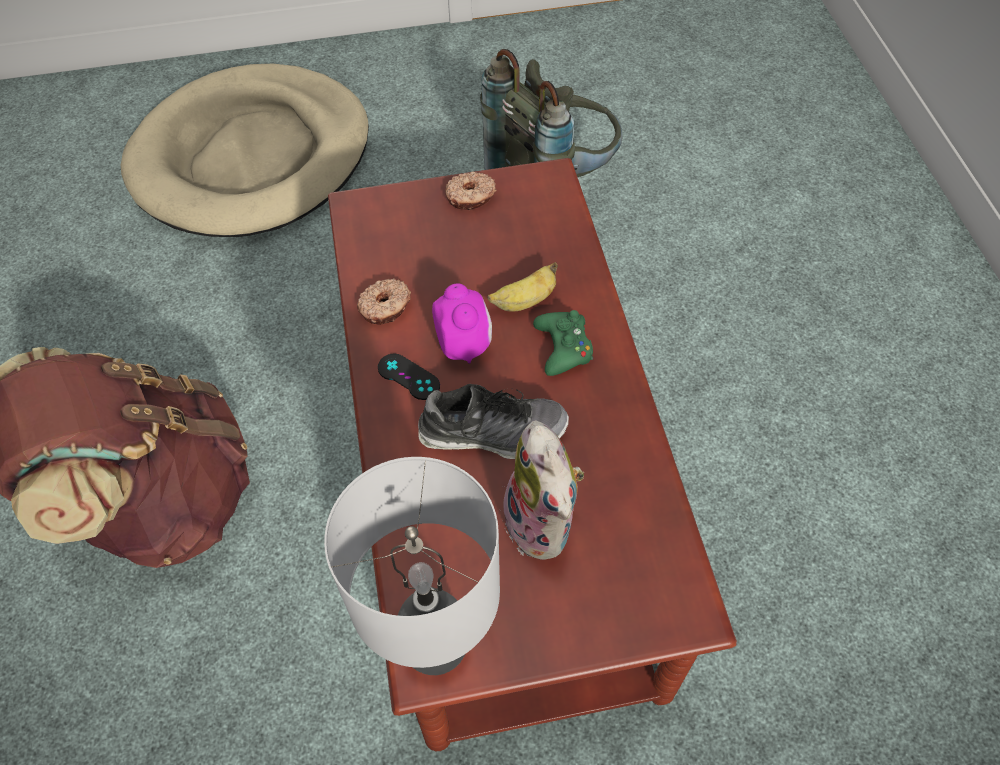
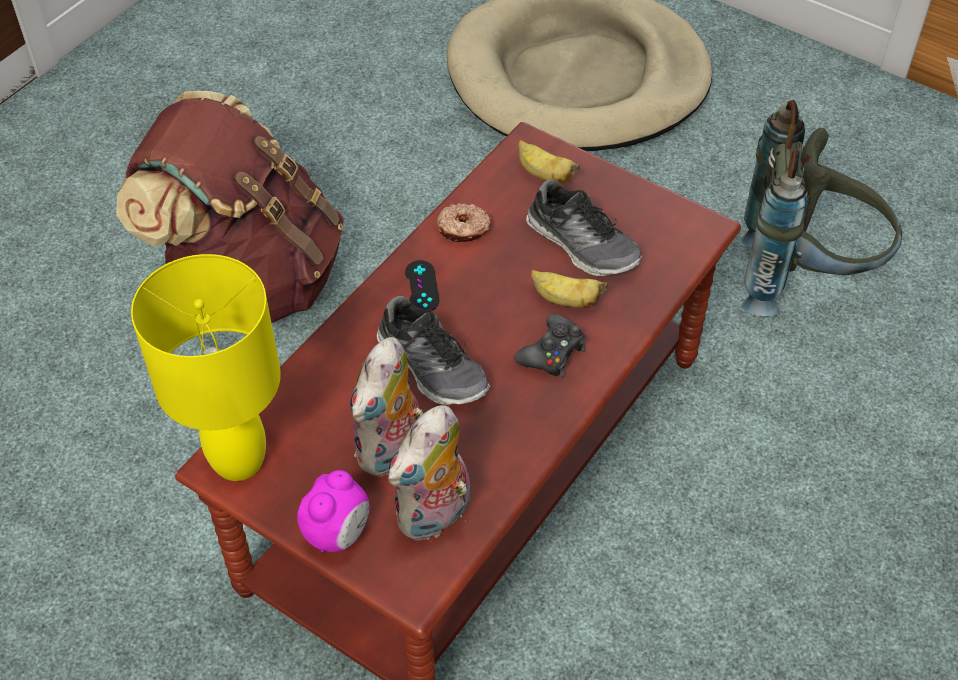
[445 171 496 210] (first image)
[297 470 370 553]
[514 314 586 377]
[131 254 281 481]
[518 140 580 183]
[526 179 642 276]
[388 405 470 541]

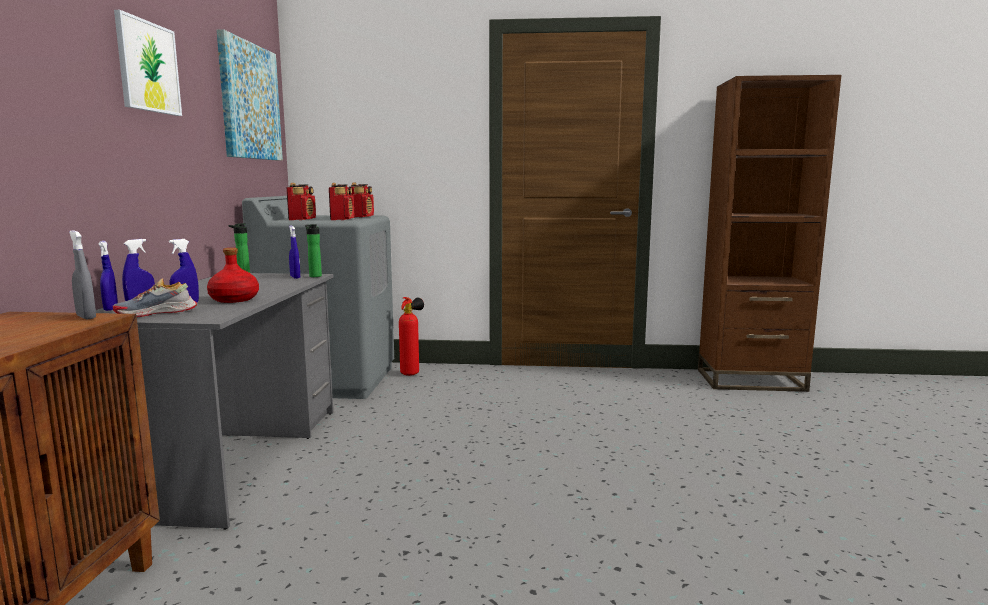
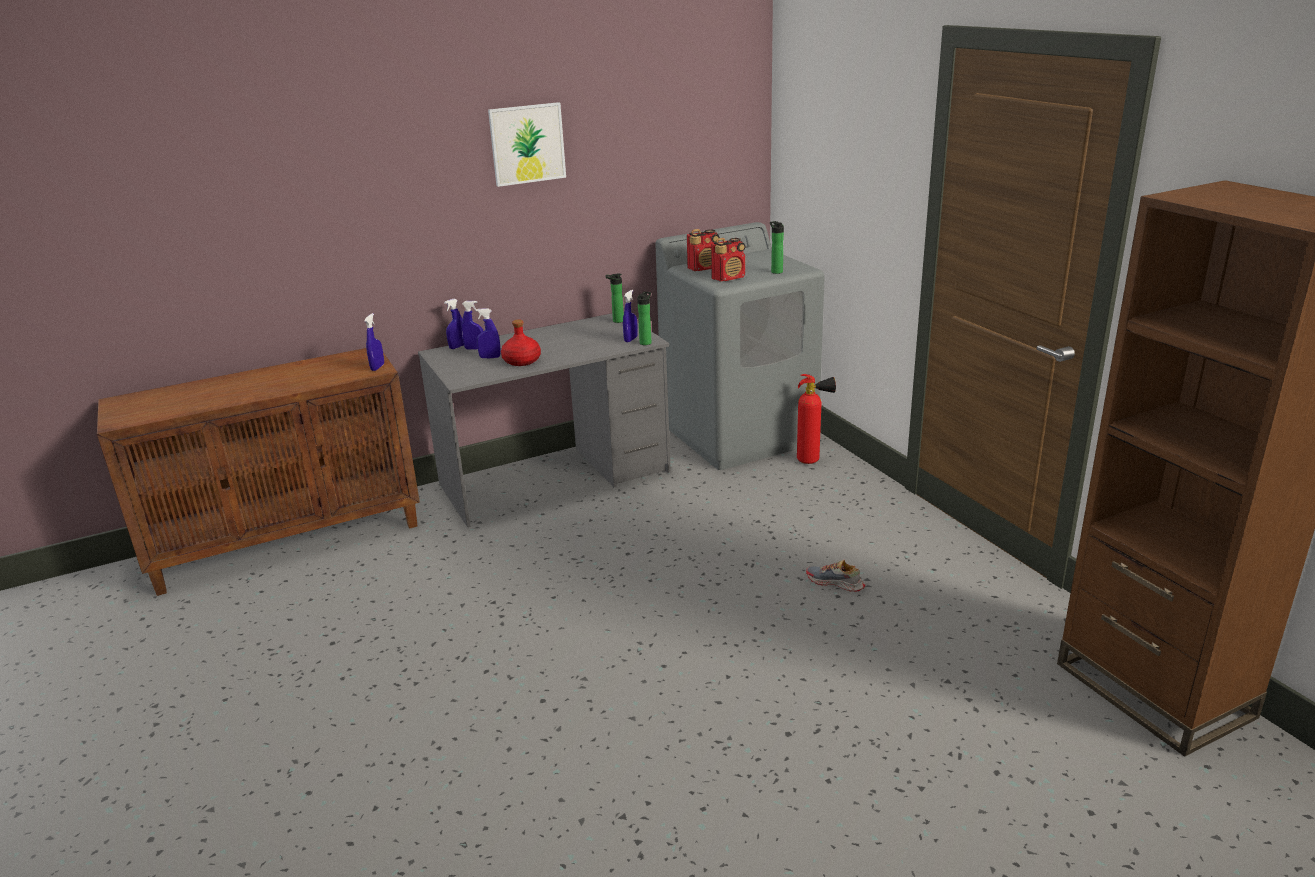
[217 29 283 161] (first image)
[770 221 784 274]
[364 313 384 371]
[806 560 865 592]

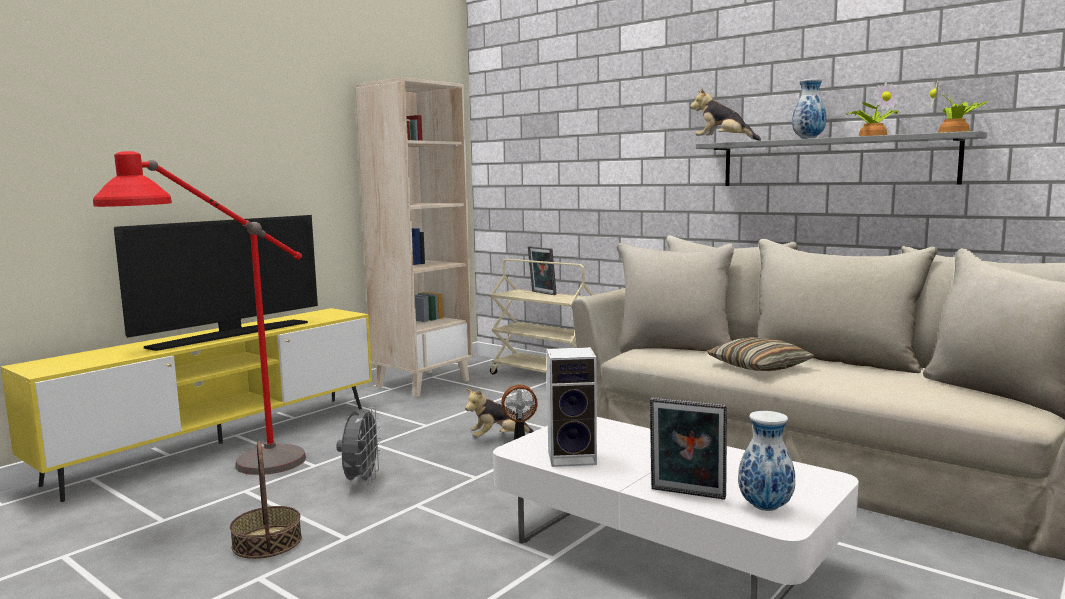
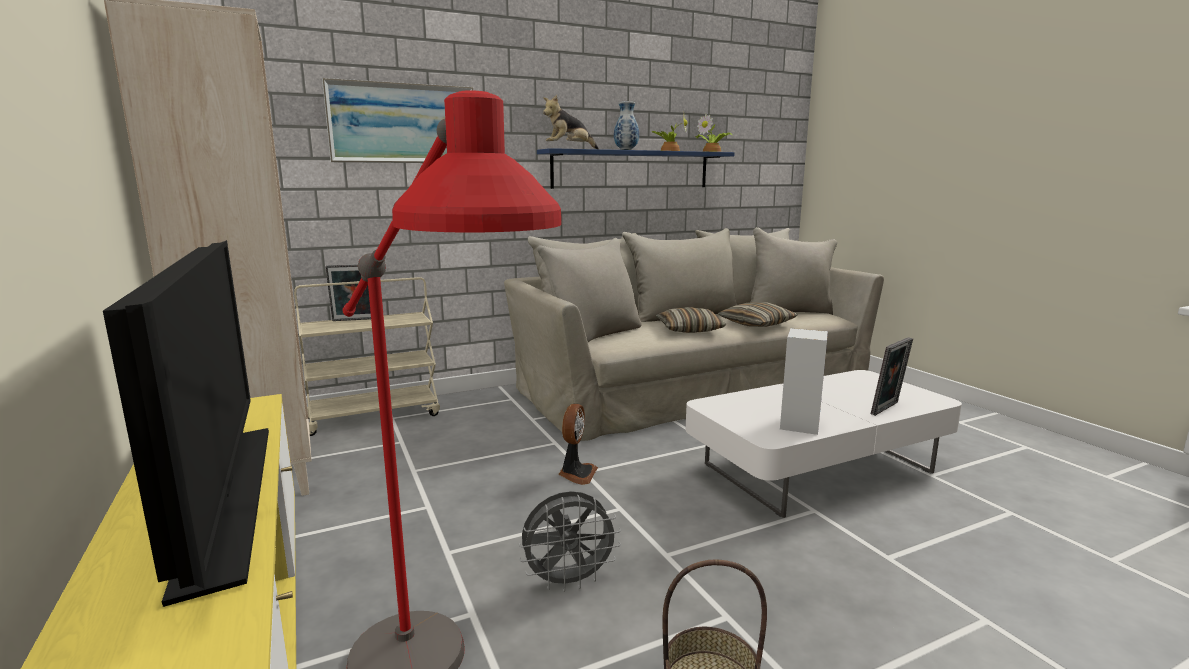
[537 148 734 189]
[465 389 534 438] (first image)
[518 491 621 592]
[738 411 795 511] (first image)
[322 78 473 163]
[718 303 797 327]

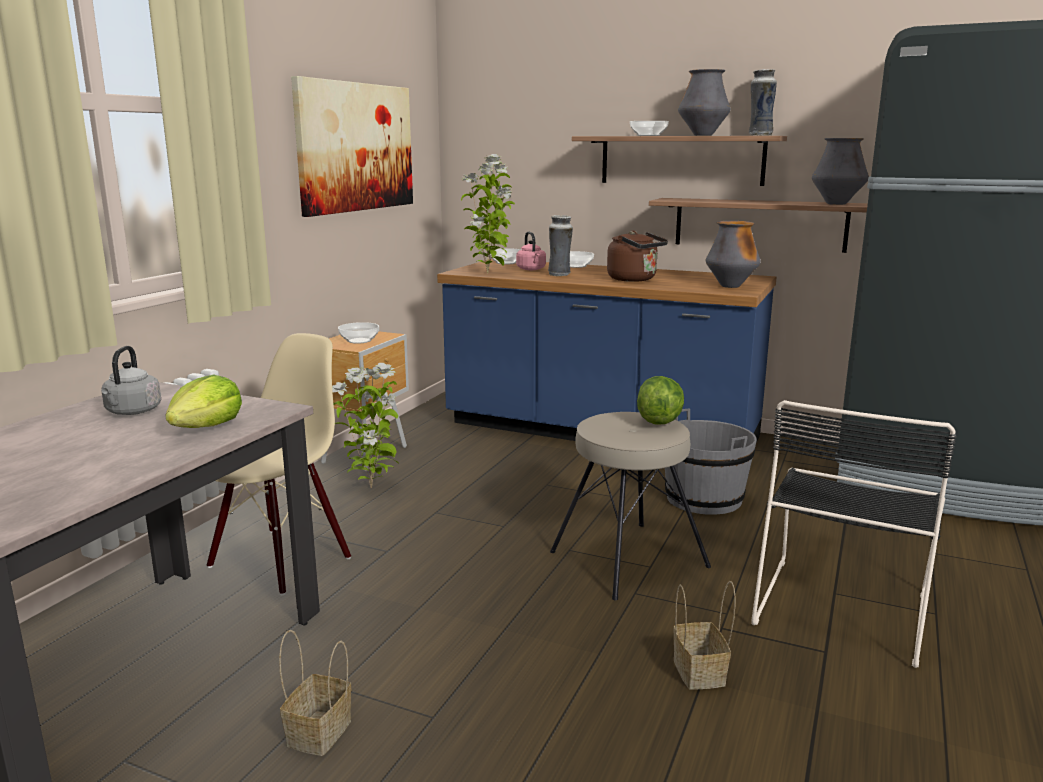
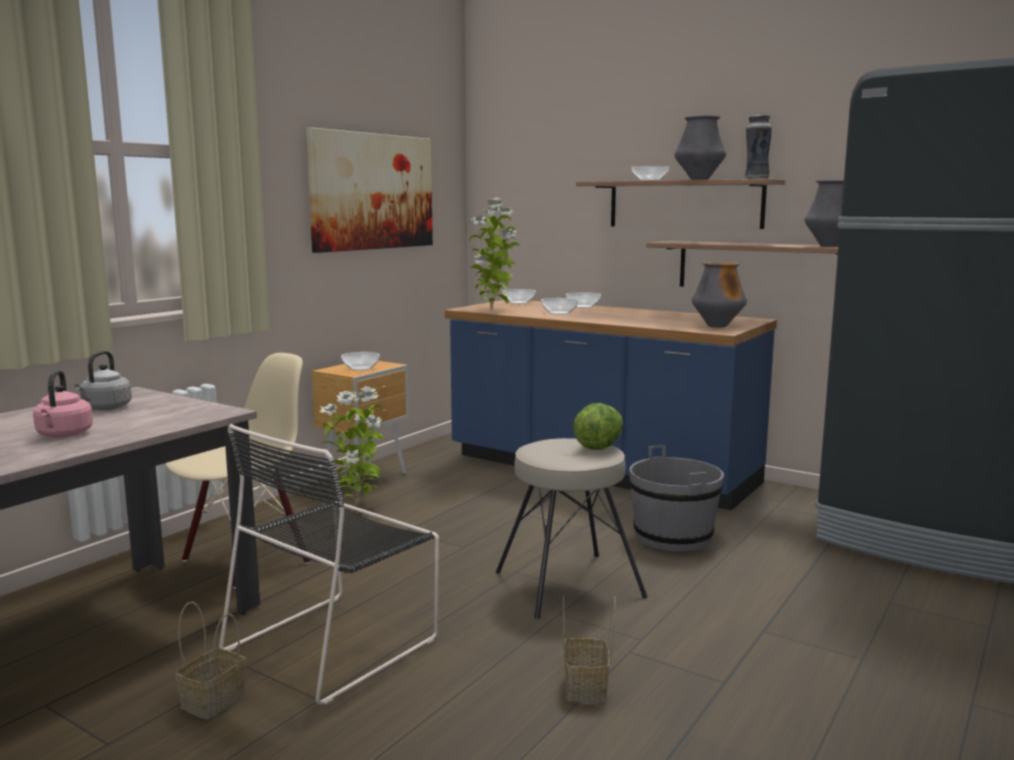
[541 298 578 315]
[607 231 668 282] (first image)
[33 370 93 438]
[165 374 242 428] (first image)
[219 424 439 705]

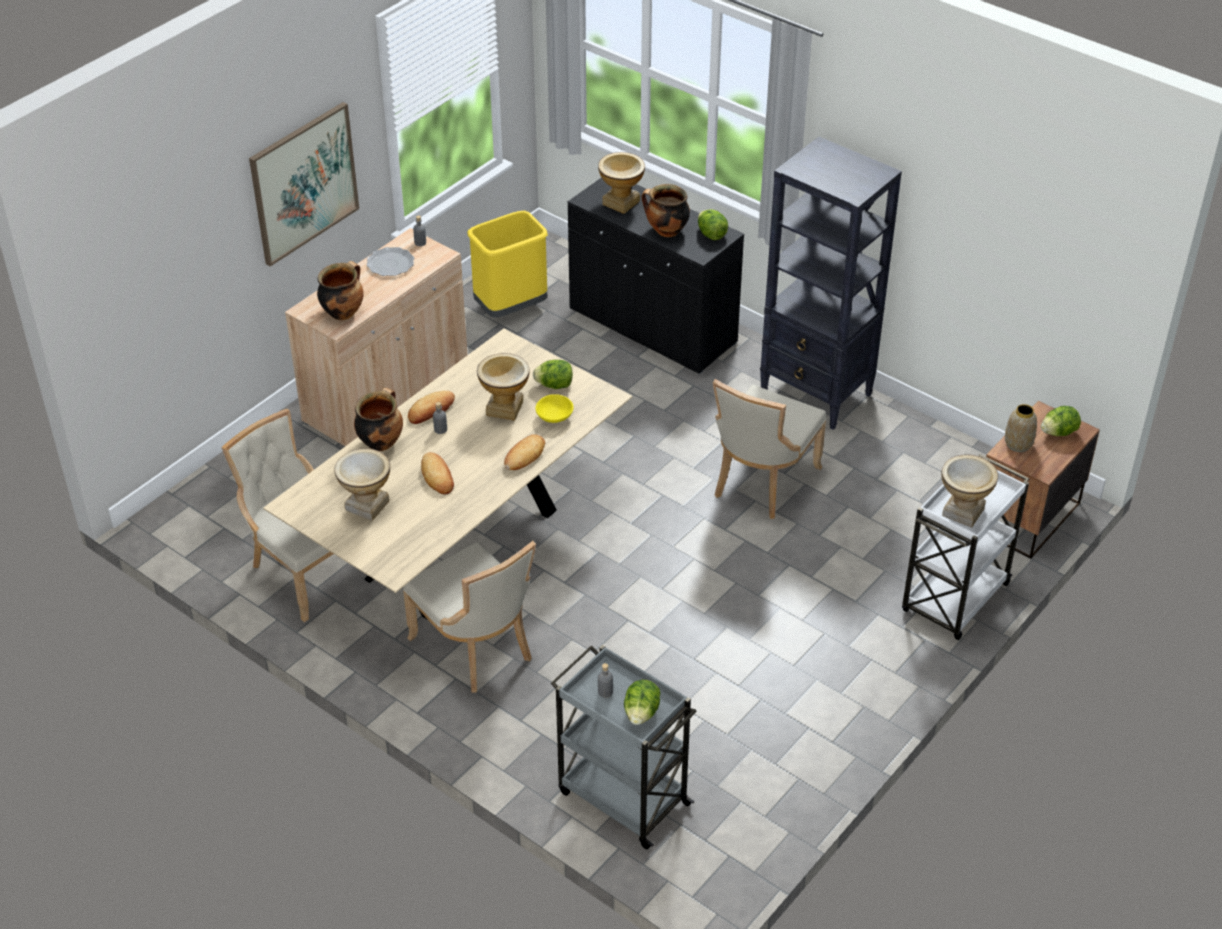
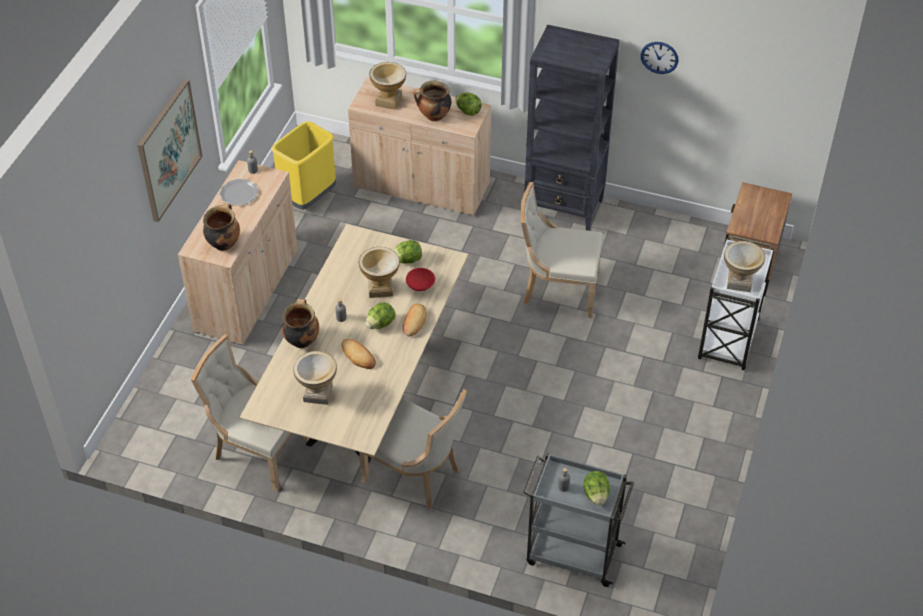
[348 77 491 216]
[521 182 603 318]
[408 391 455 424] (first image)
[406 268 435 291]
[1005 404 1037 452] (first image)
[366 302 396 329]
[641 42 679 74]

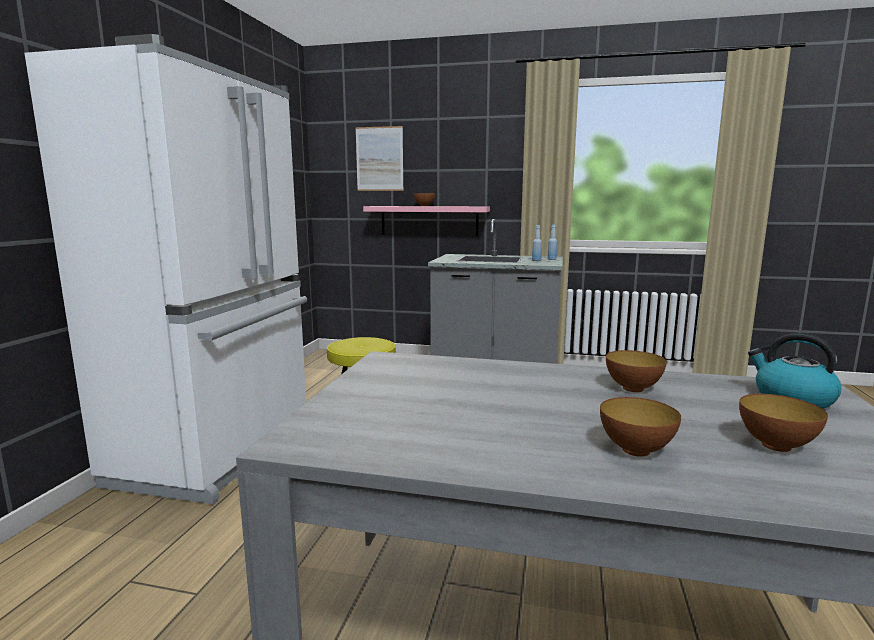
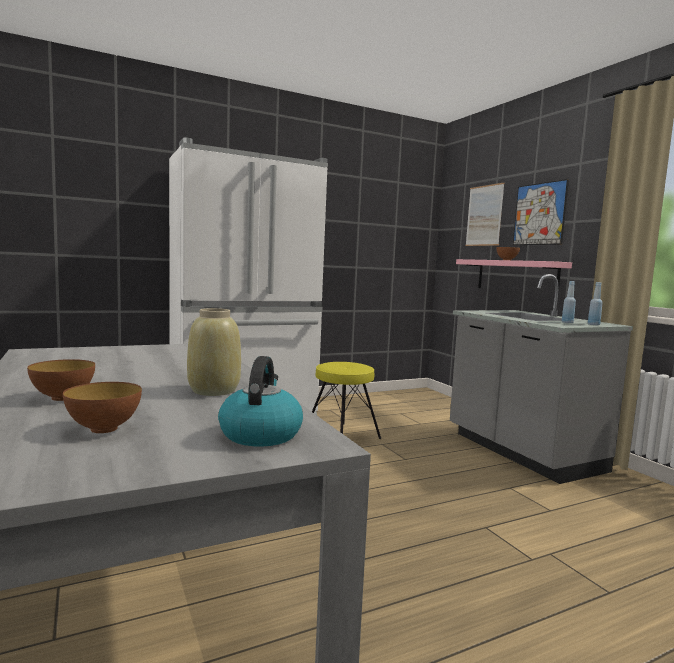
[187 308 241 396]
[513 179 569 245]

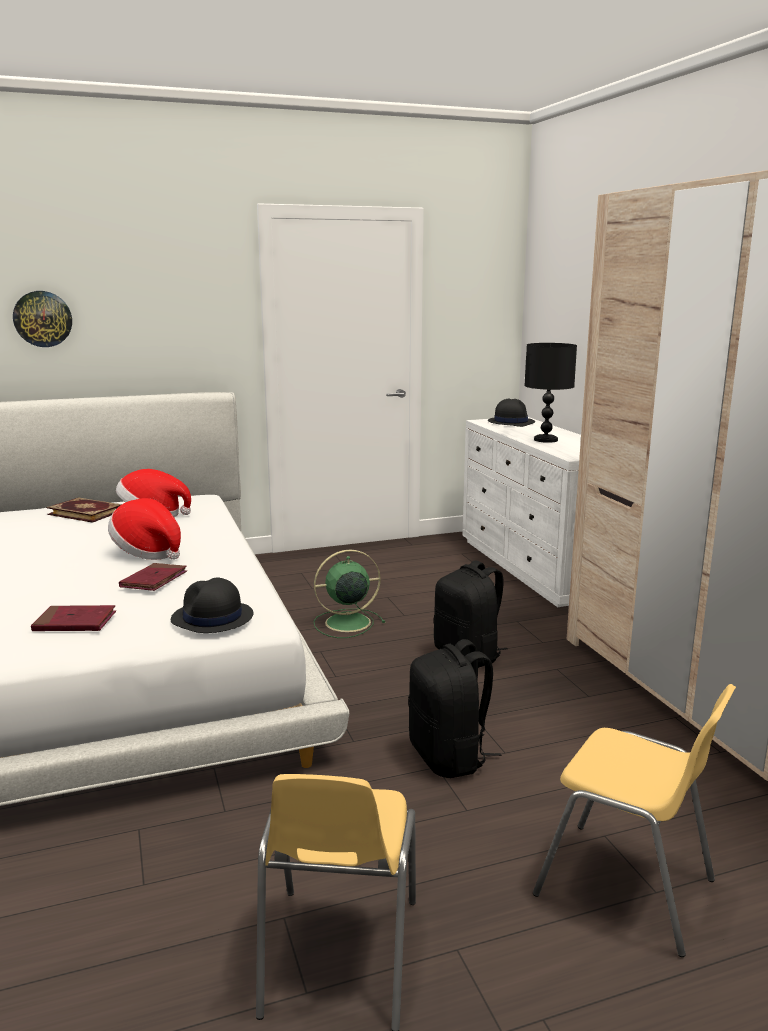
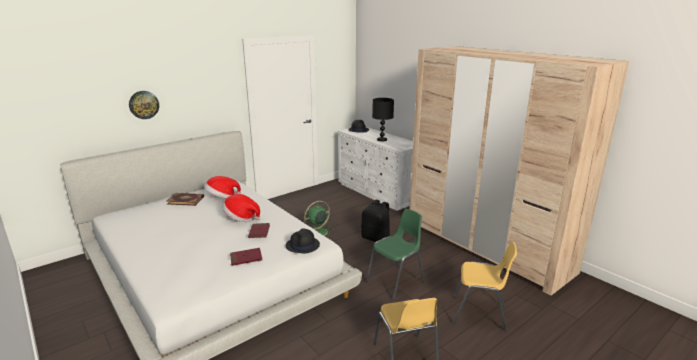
[366 209 424 300]

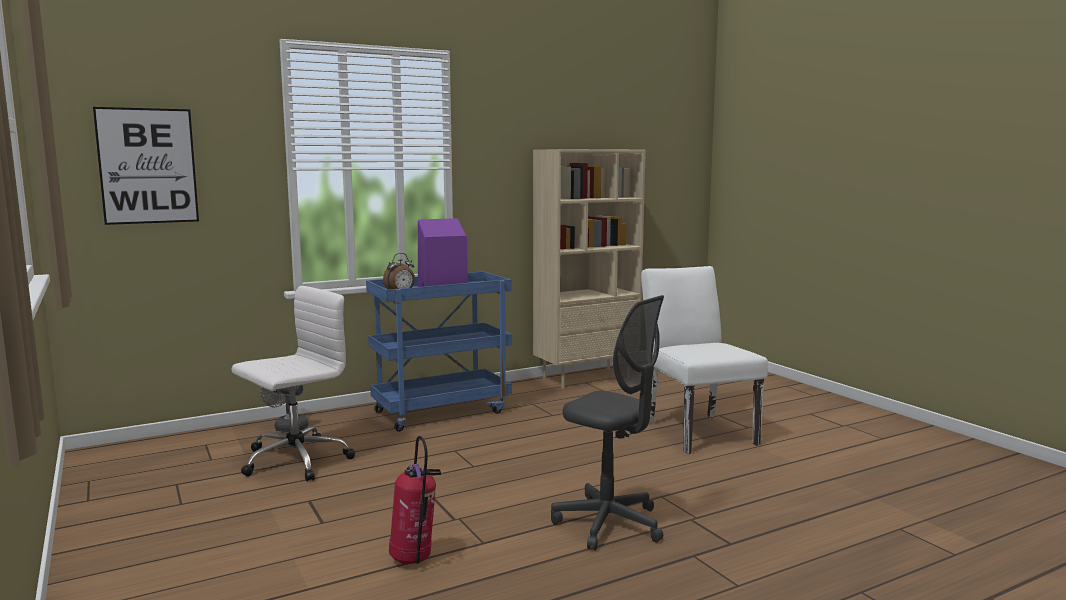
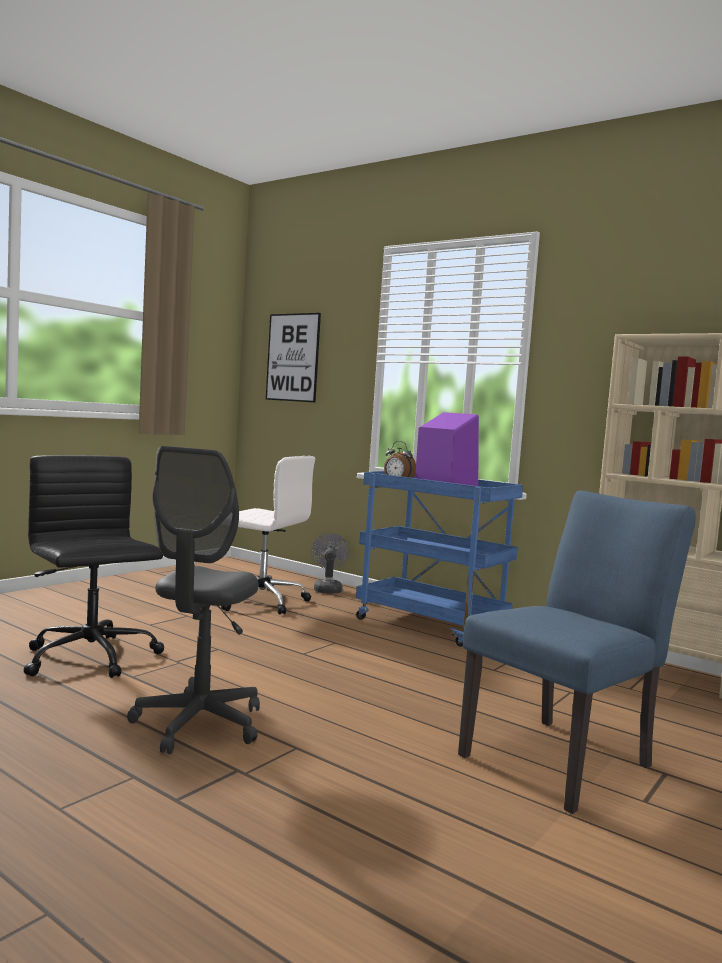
[458 491 696 814]
[24 455 164 678]

